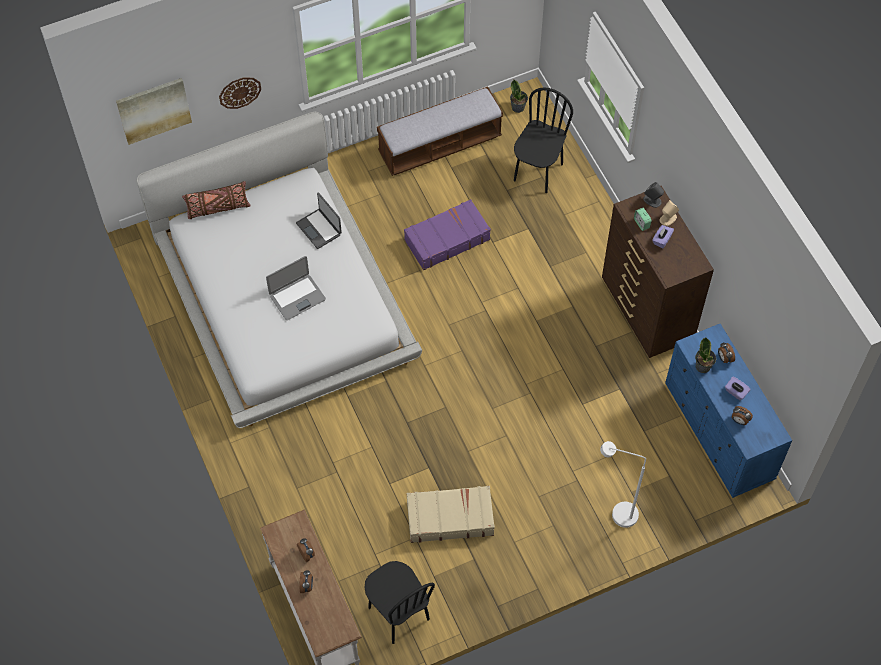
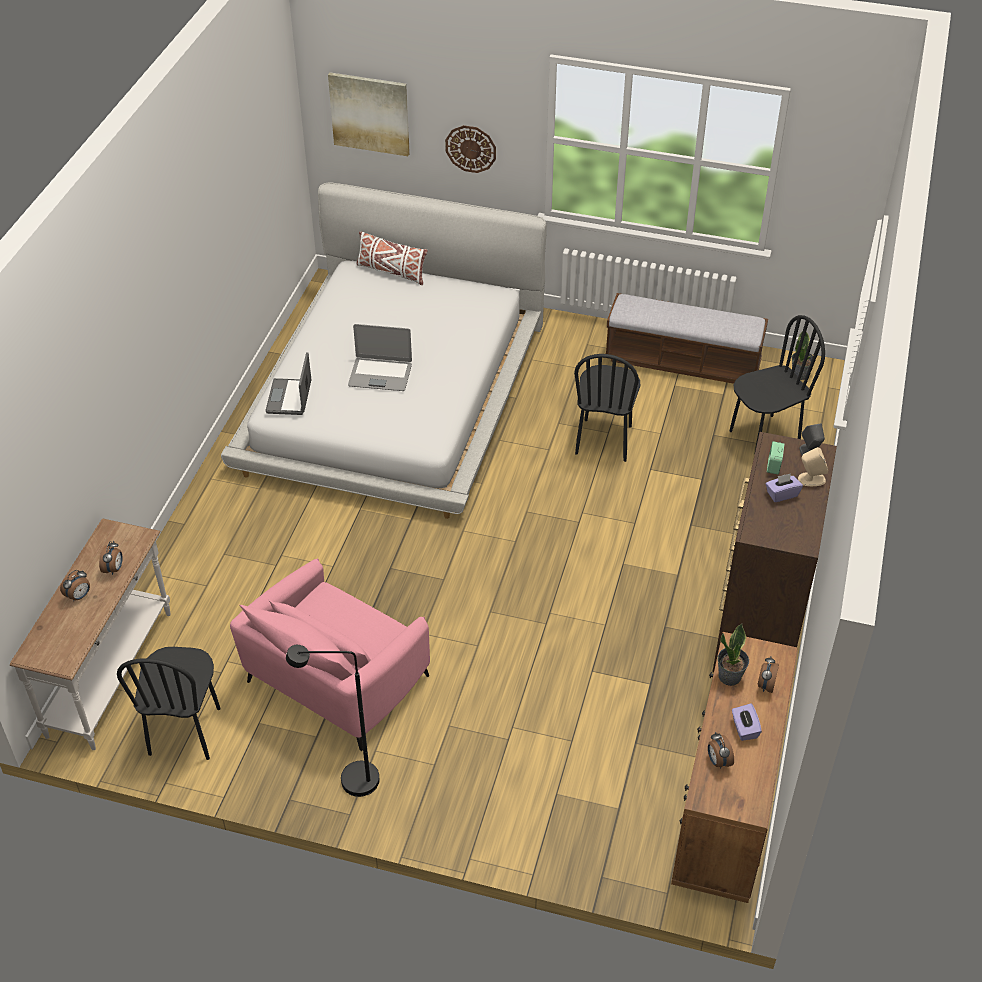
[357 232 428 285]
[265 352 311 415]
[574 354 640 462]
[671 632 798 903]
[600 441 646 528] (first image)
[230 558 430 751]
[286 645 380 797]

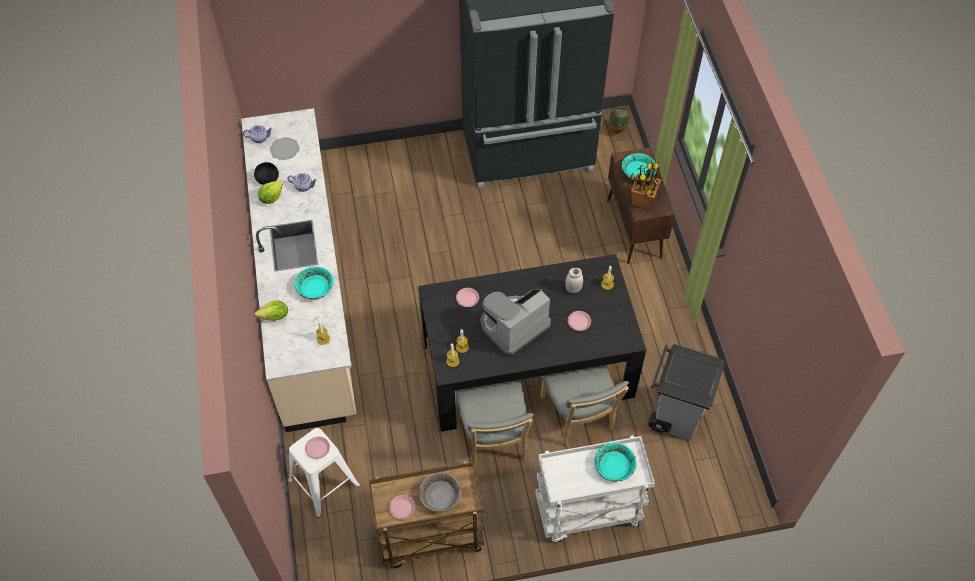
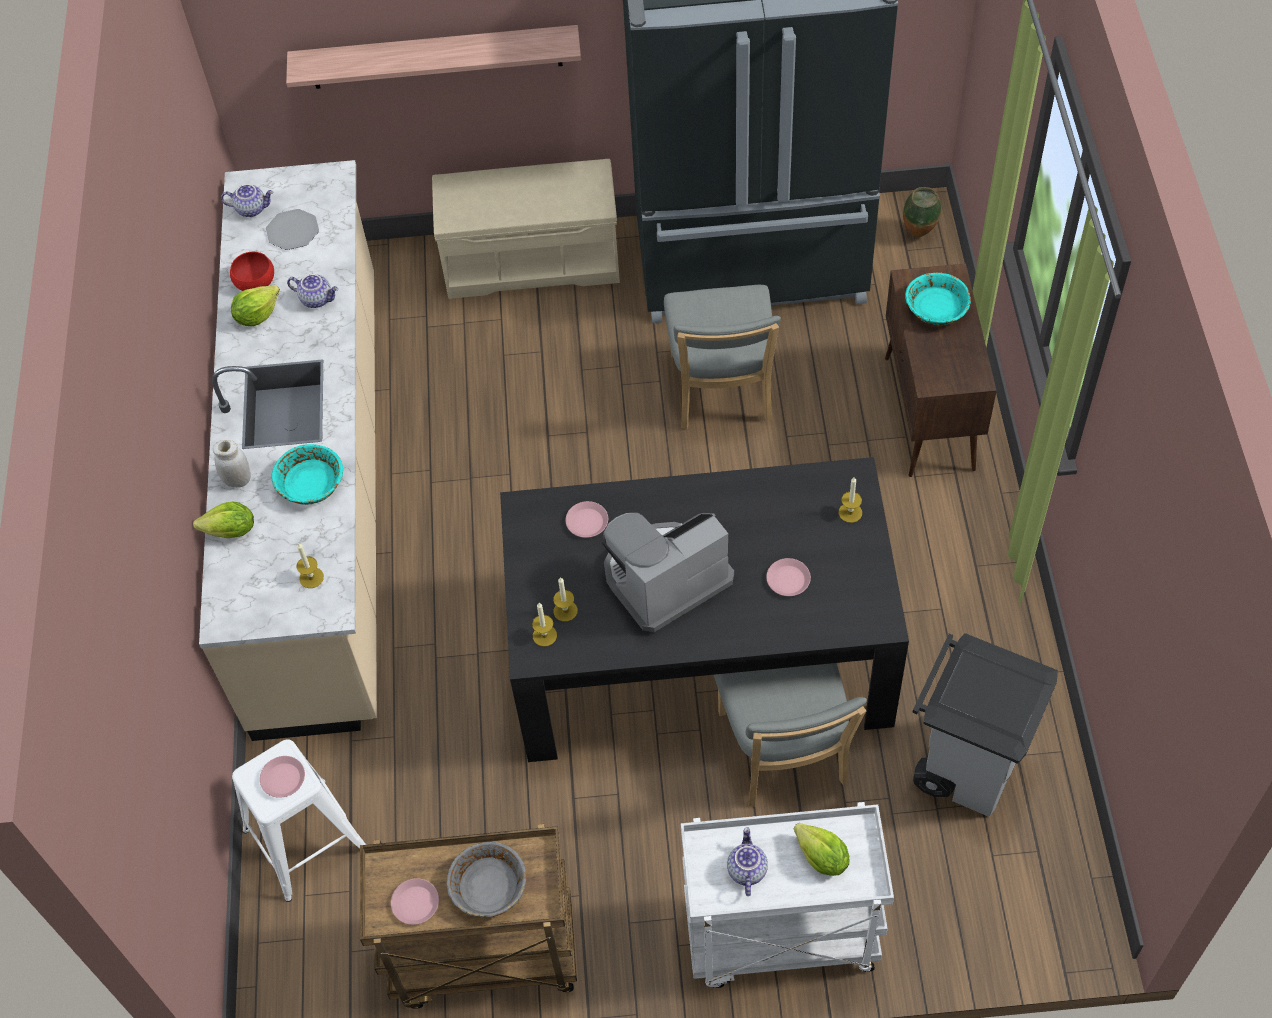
[630 157 662 209] (first image)
[230 252 274 291]
[213 440 251 488]
[664 285 781 429]
[794 823 849 876]
[286 25 581 89]
[432 159 620 299]
[727 827 768 896]

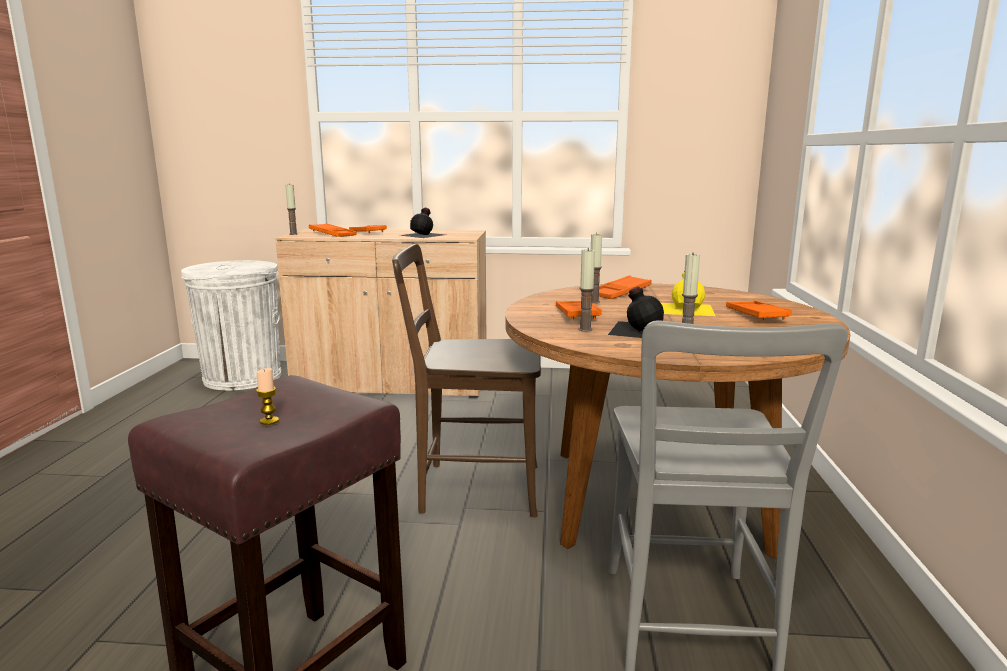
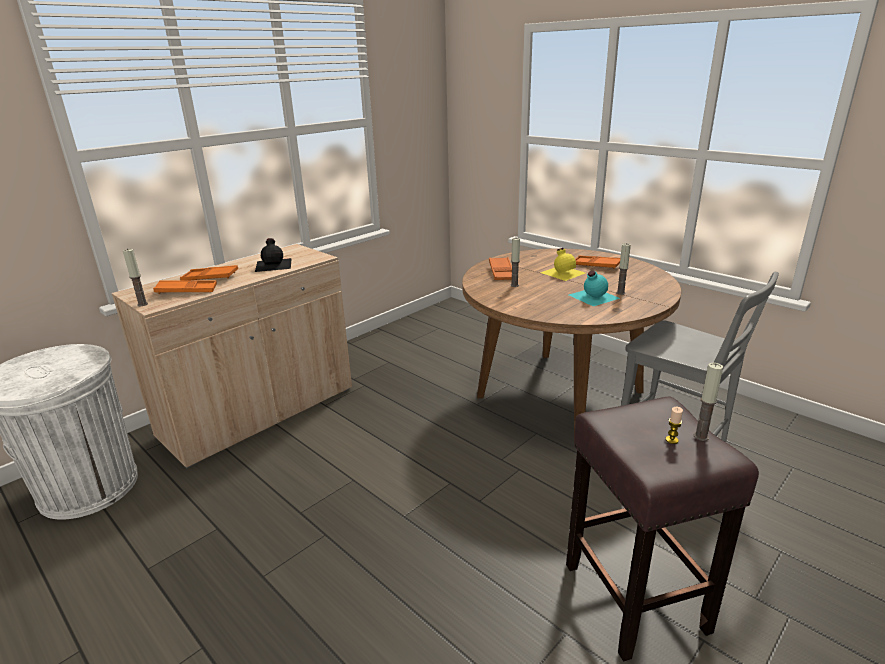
[392 244 541 517] (first image)
[694 363 723 441]
[569 270 620 306]
[556 301 602 320] (first image)

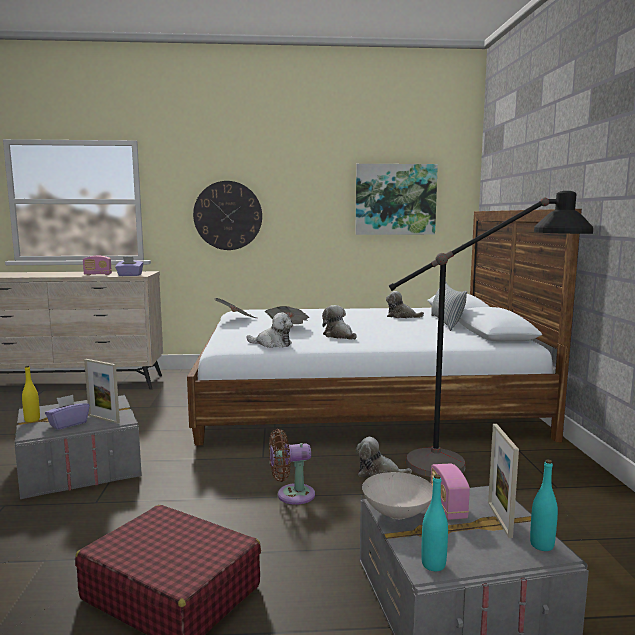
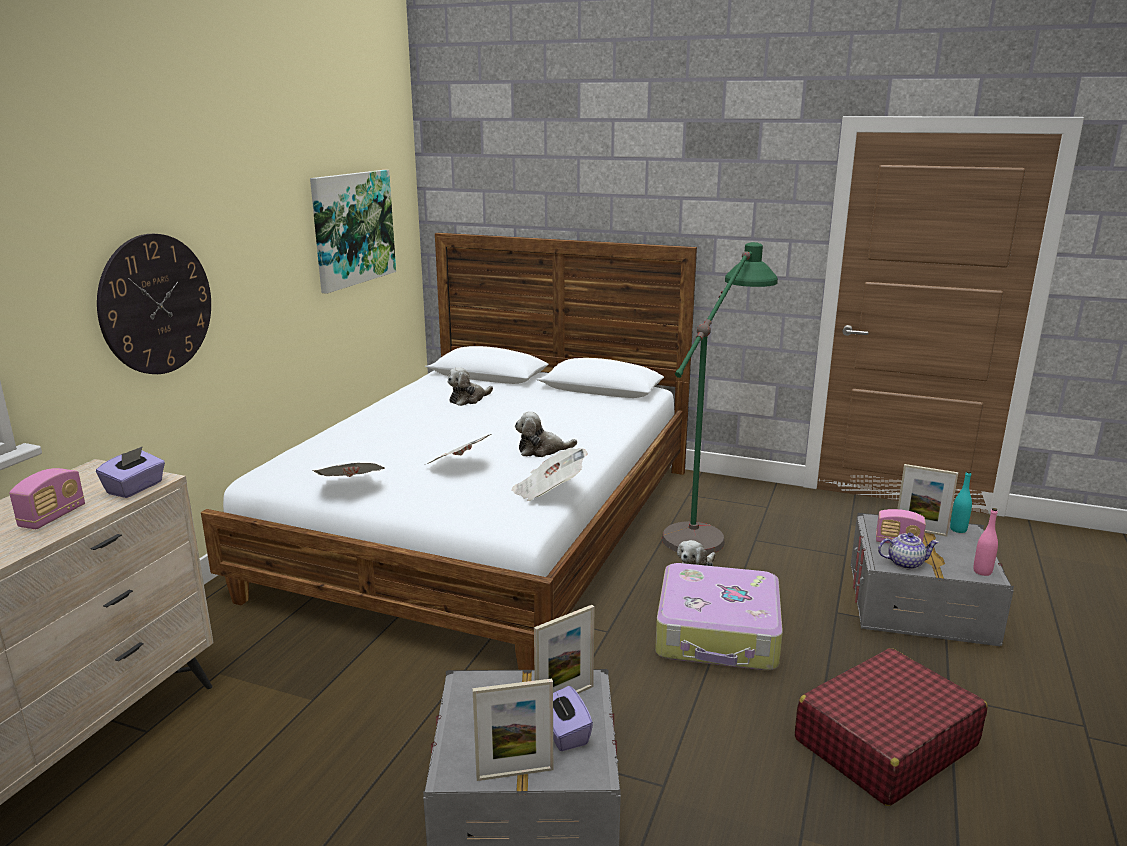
[662 242 778 555]
[431 281 467 331] (first image)
[512 448 588 501]
[472 679 553 781]
[655 563 783 670]
[878 533 939 569]
[973 508 998 576]

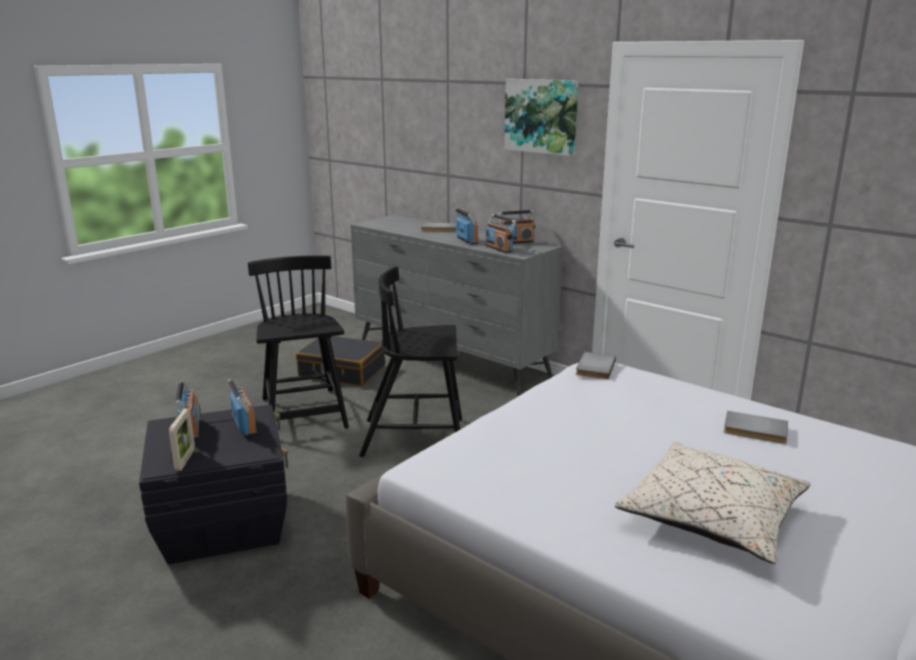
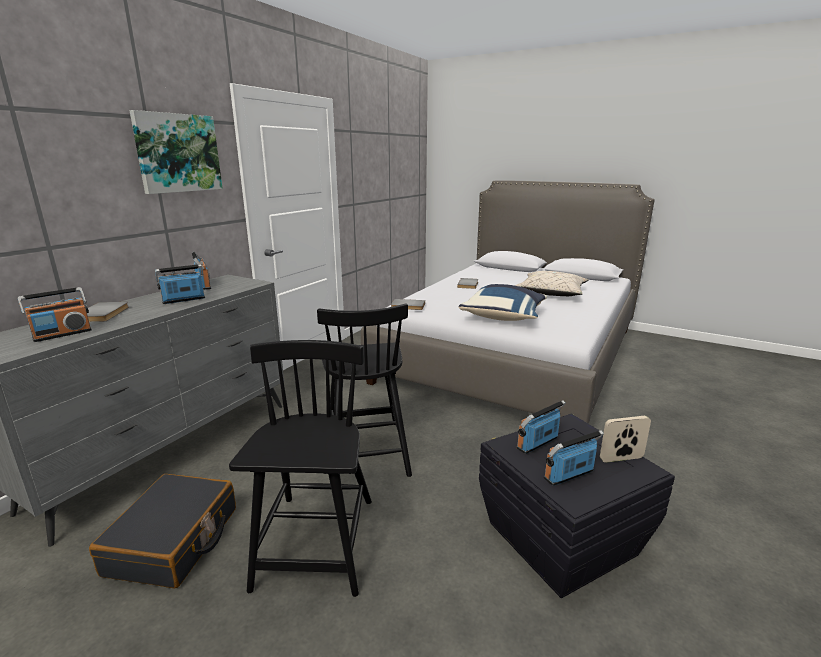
[18 287 92 342]
[229 340 372 597]
[459 284 547 321]

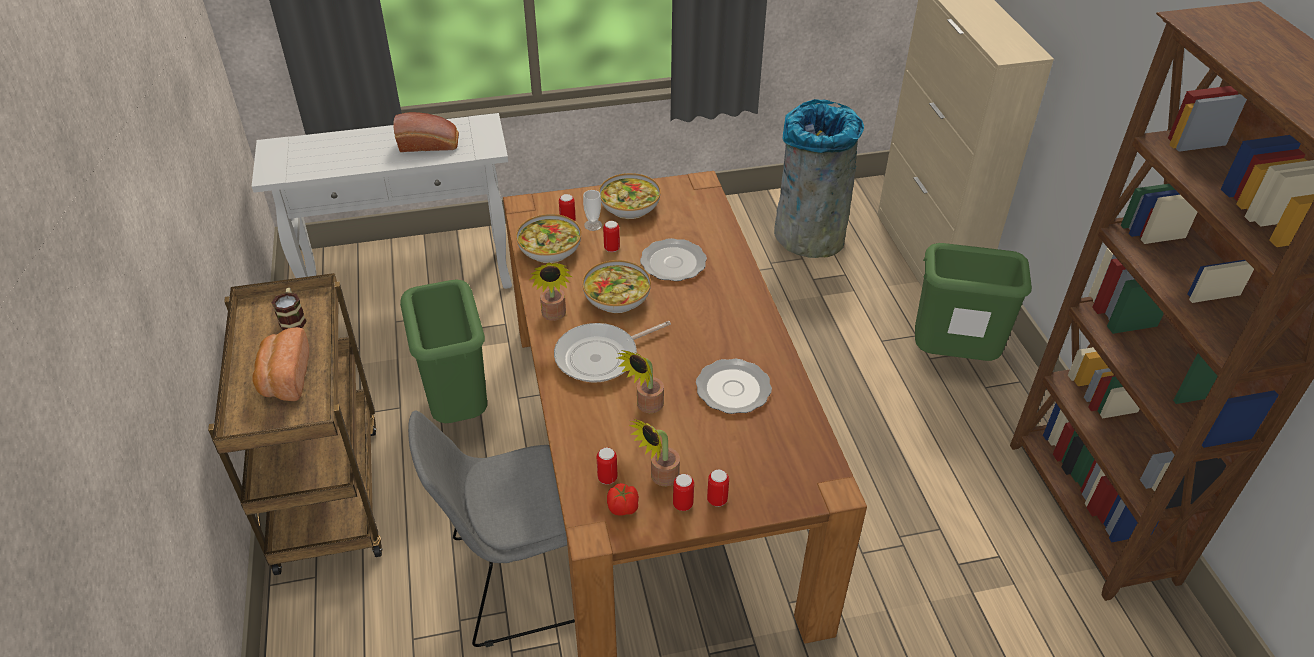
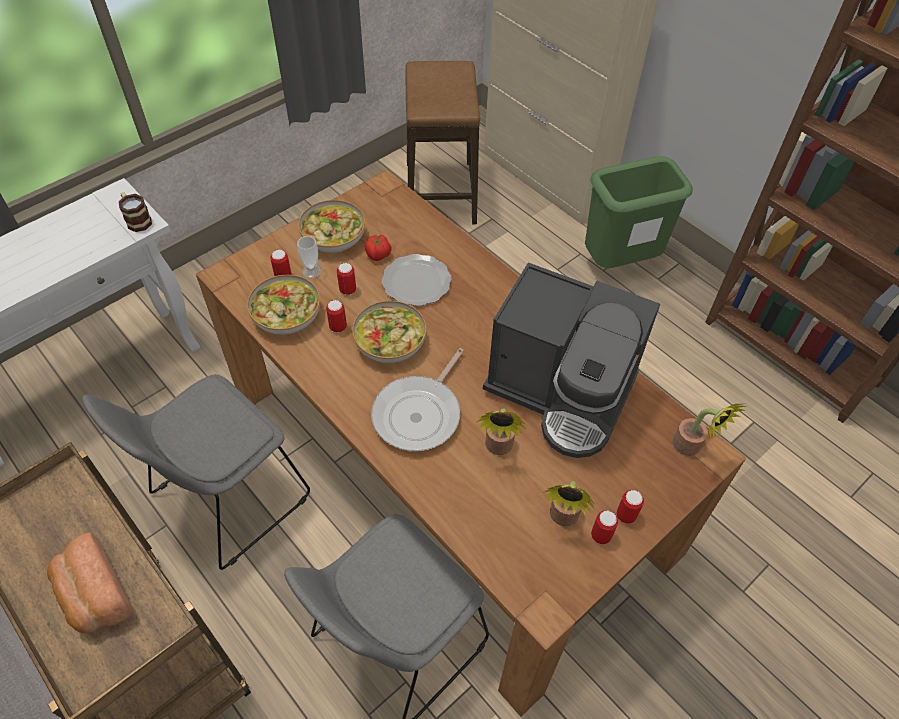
[405 61 480 224]
[393 112 459 152] (first image)
[673 404 747 456]
[82 374 310 570]
[119 192 152 232]
[483 262 660 458]
[326 300 347 333]
[365 235 391 261]

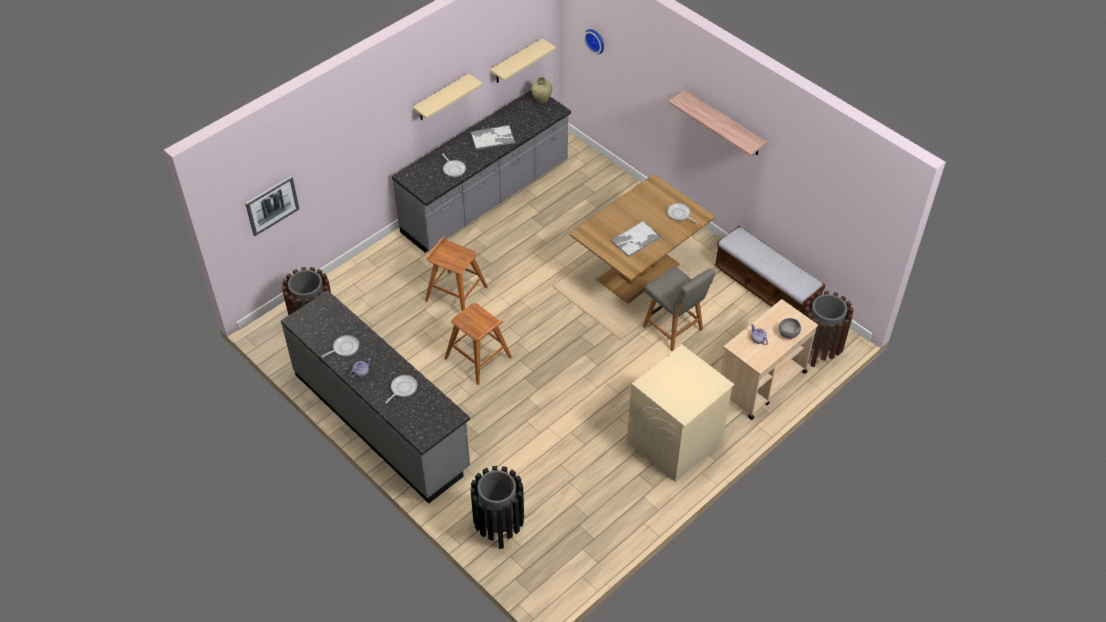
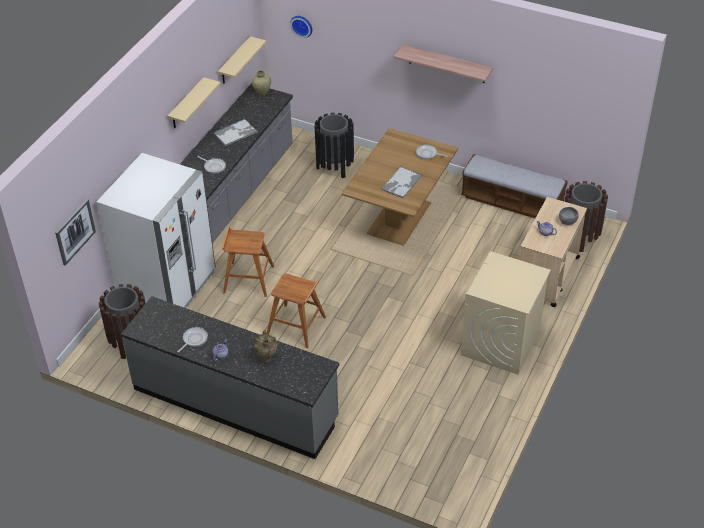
[643 267 715 351] (first image)
[254 330 277 362]
[314 113 354 178]
[97 153 215 308]

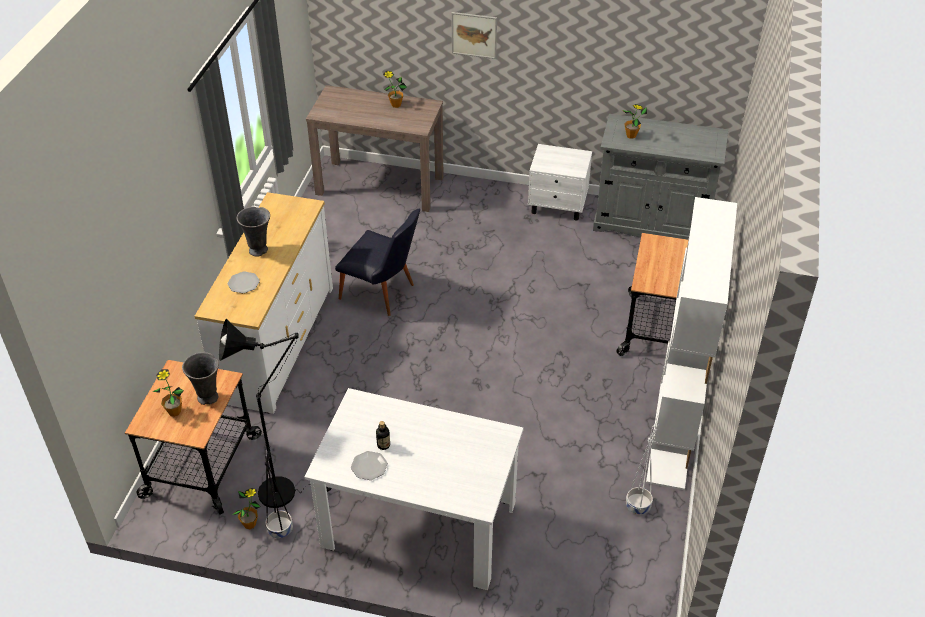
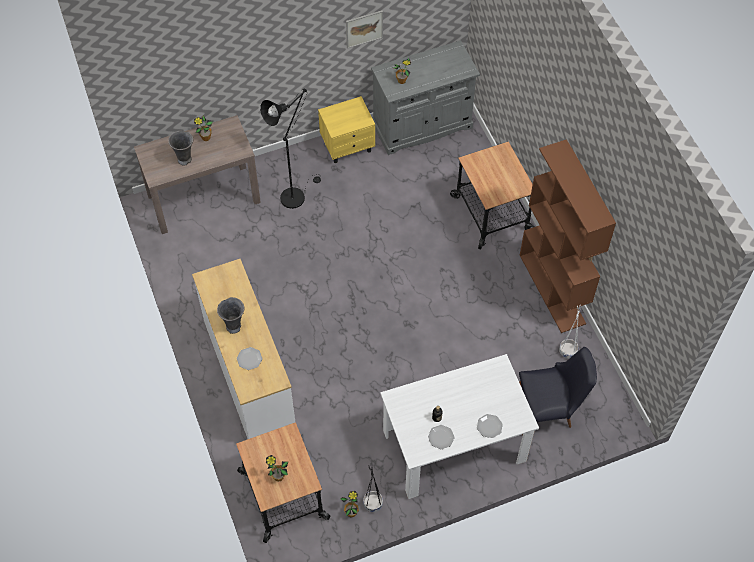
[346 10 383 49]
[318 96 375 163]
[520 139 616 333]
[519 347 597 436]
[260 88 321 209]
[168 131 193 166]
[477 414 503 438]

